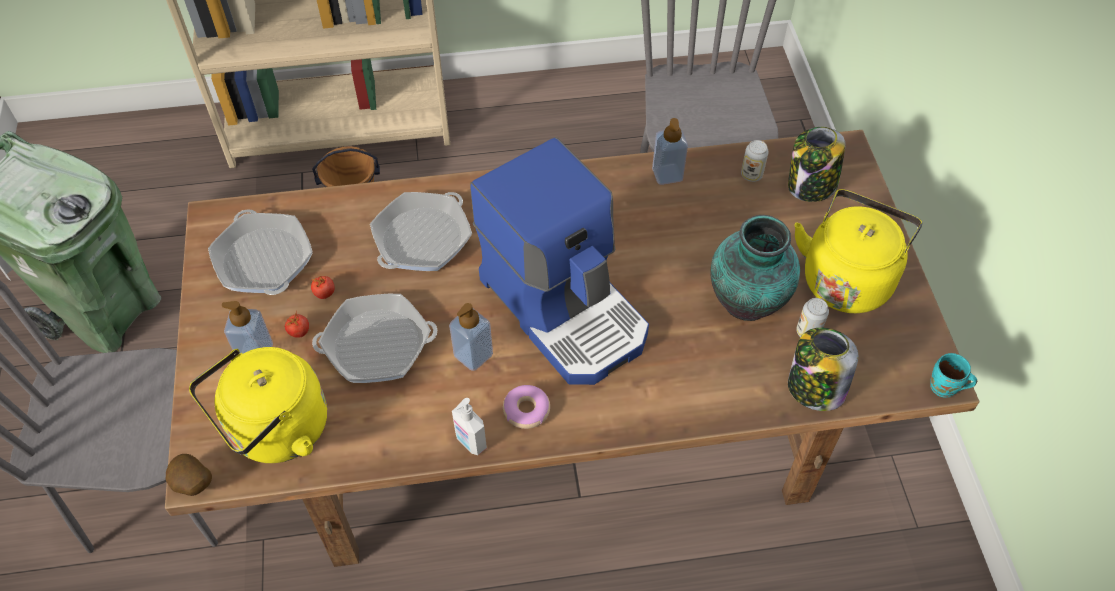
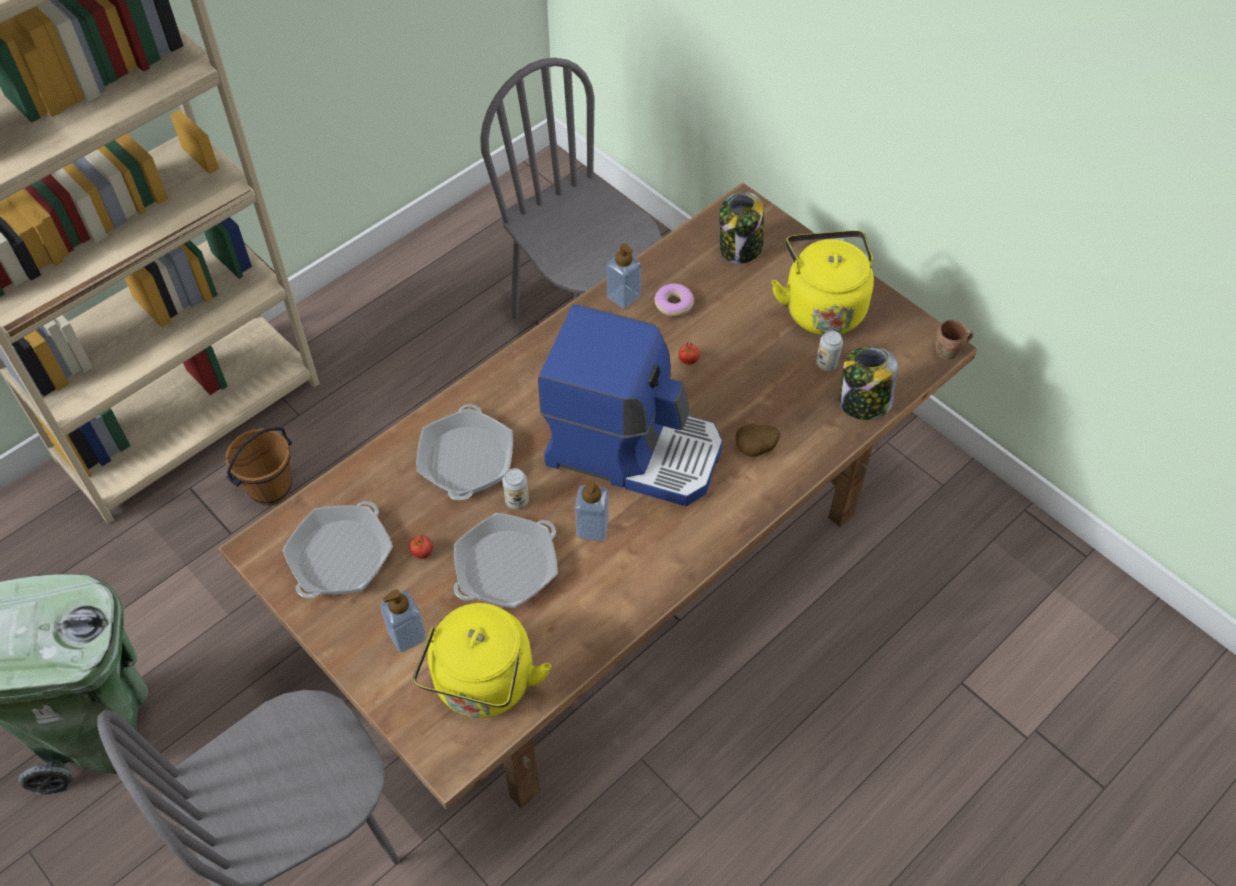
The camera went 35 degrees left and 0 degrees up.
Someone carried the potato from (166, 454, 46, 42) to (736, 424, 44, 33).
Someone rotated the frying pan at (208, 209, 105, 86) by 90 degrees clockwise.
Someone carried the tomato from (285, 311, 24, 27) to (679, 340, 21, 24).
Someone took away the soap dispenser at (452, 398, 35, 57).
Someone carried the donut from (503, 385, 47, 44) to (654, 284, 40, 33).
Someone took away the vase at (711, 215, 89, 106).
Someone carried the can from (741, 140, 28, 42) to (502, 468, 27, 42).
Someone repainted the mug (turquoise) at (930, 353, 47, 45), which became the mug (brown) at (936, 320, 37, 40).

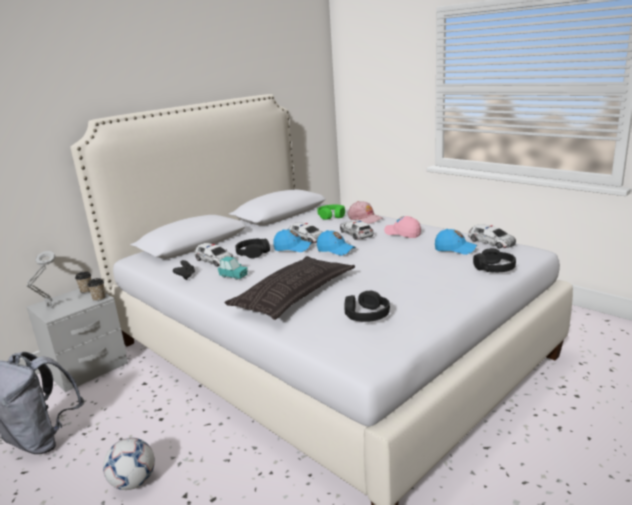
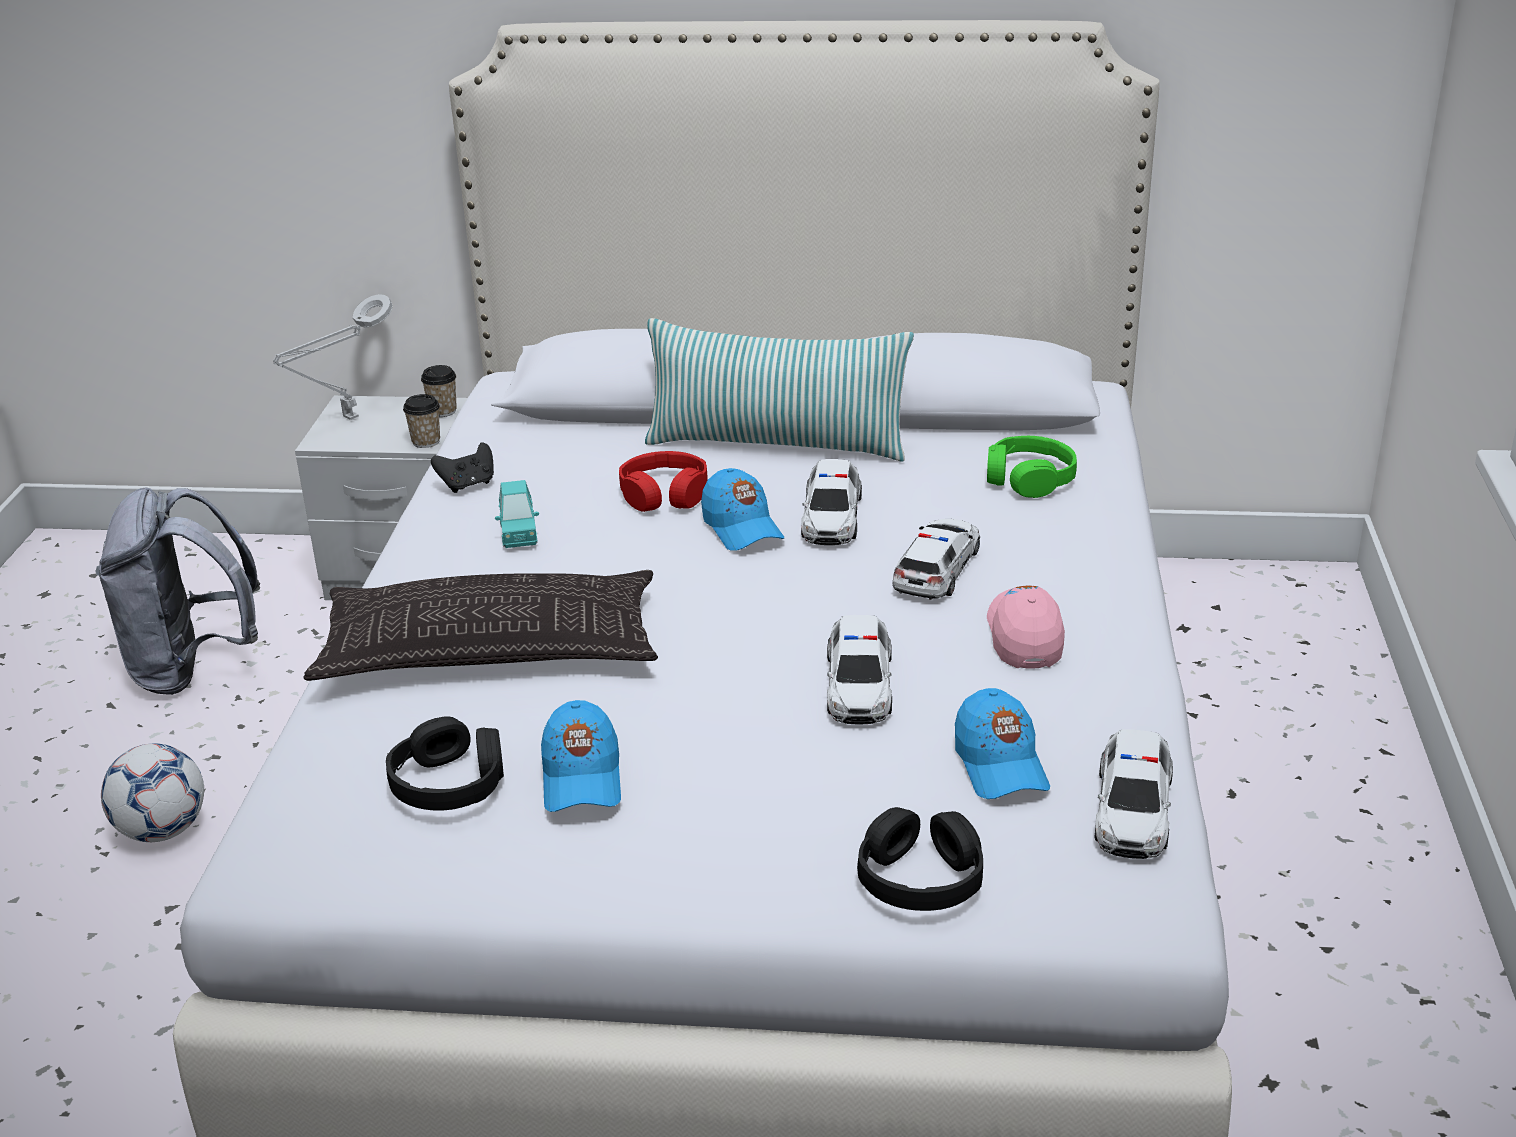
The camera went 50 degrees right and 10 degrees up.
Someone carried the toy car from (194, 243, 40, 24) to (827, 615, 65, 109).
Someone repainted the headphones (black) at (235, 239, 35, 19), which became the headphones (red) at (619, 451, 88, 61).
Someone carried the cap (blue) from (317, 230, 38, 26) to (541, 700, 80, 112).
Someone took away the cap (pink) at (348, 201, 35, 22).
Someone put down the pillow at (645, 318, 269, 144).

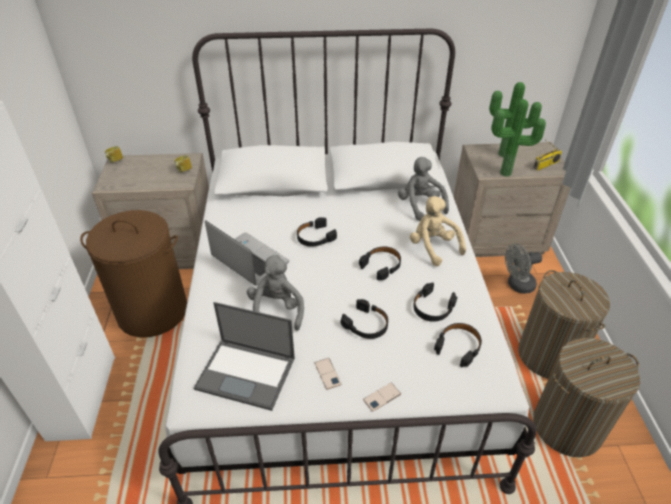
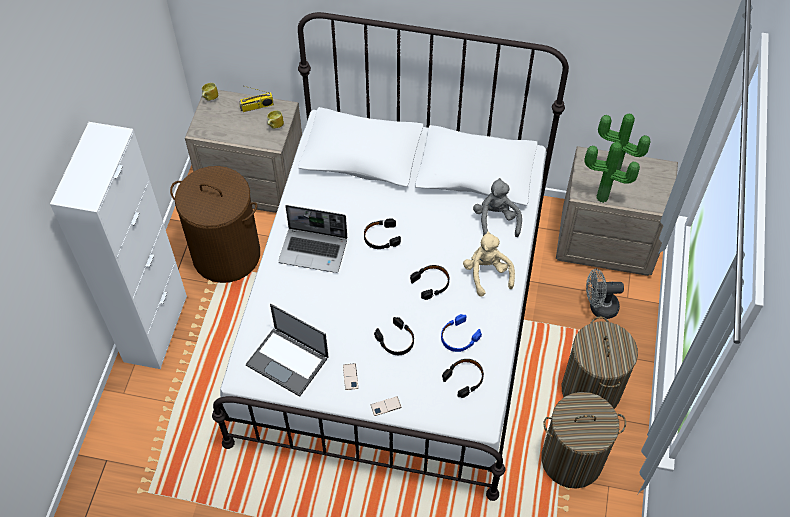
The camera went 15 degrees right and 15 degrees up.
Someone rotated the laptop at (205, 220, 84, 66) by 135 degrees clockwise.
Someone took away the plush toy (grey) at (247, 255, 57, 76).
Someone repainted the headphones (black) at (413, 282, 44, 40), which became the headphones (blue) at (441, 314, 41, 38).
Someone carried the radio from (533, 139, 29, 32) to (239, 86, 35, 26).

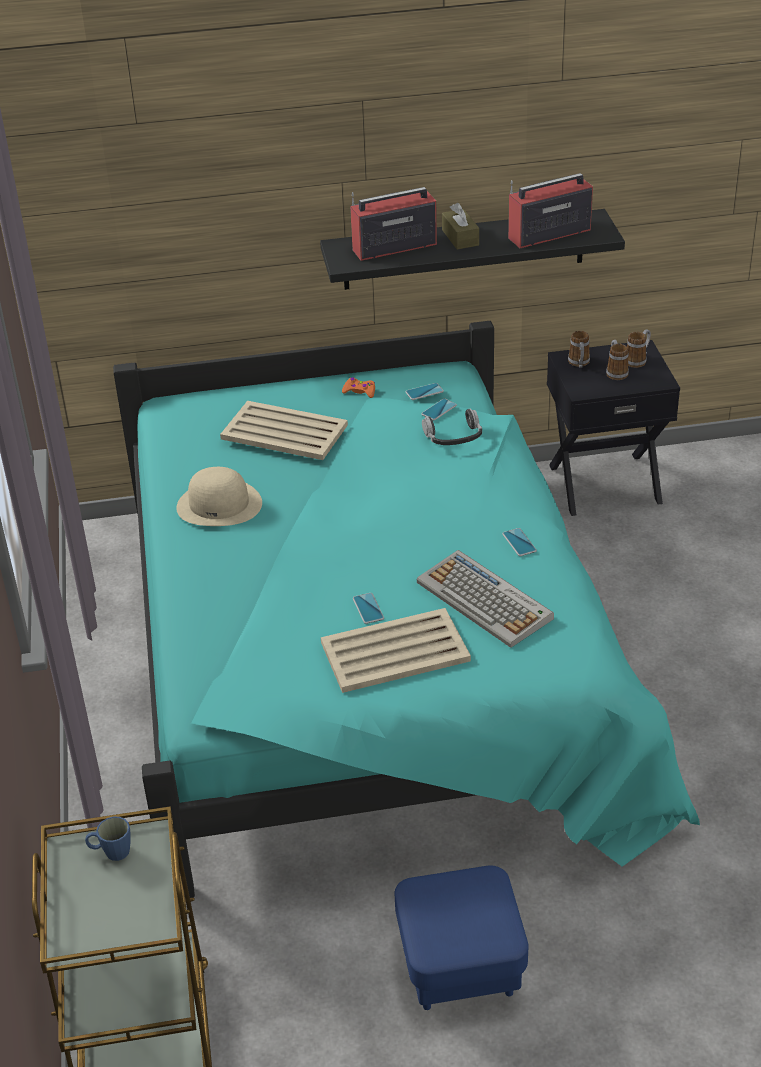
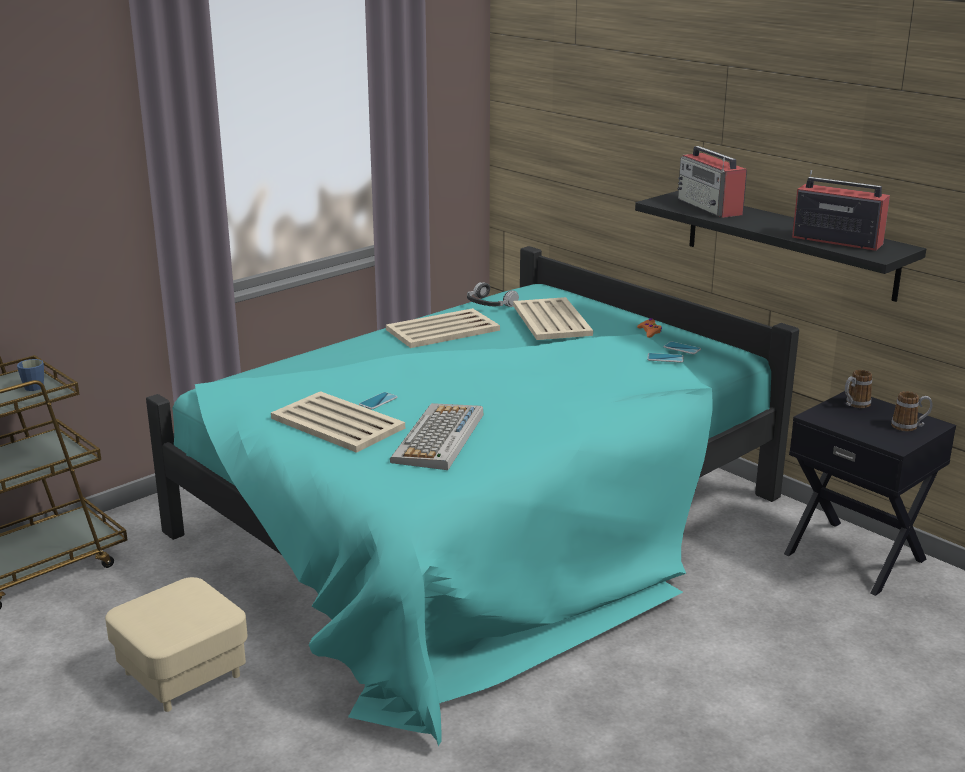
The camera went 55 degrees right and 15 degrees down.
Someone swapped the hat (beige) at (176, 467, 86, 59) for the tray (beige) at (386, 308, 114, 40).
Someone rotated the radio at (350, 187, 87, 74) by 150 degrees counterclockwise.
Someone repainted the ottoman (blue) at (395, 865, 134, 145), which became the ottoman (beige) at (105, 577, 143, 135).
Someone carried the headphones from (422, 409, 60, 36) to (467, 282, 52, 25).
Someone took away the tissue box (brown) at (442, 203, 37, 47).
Someone took away the phone at (502, 528, 35, 28).
Someone took away the mug at (606, 340, 23, 40).

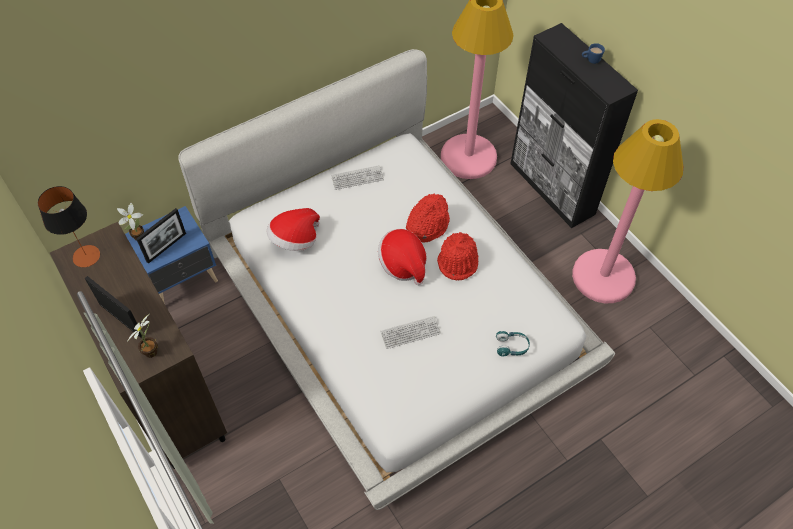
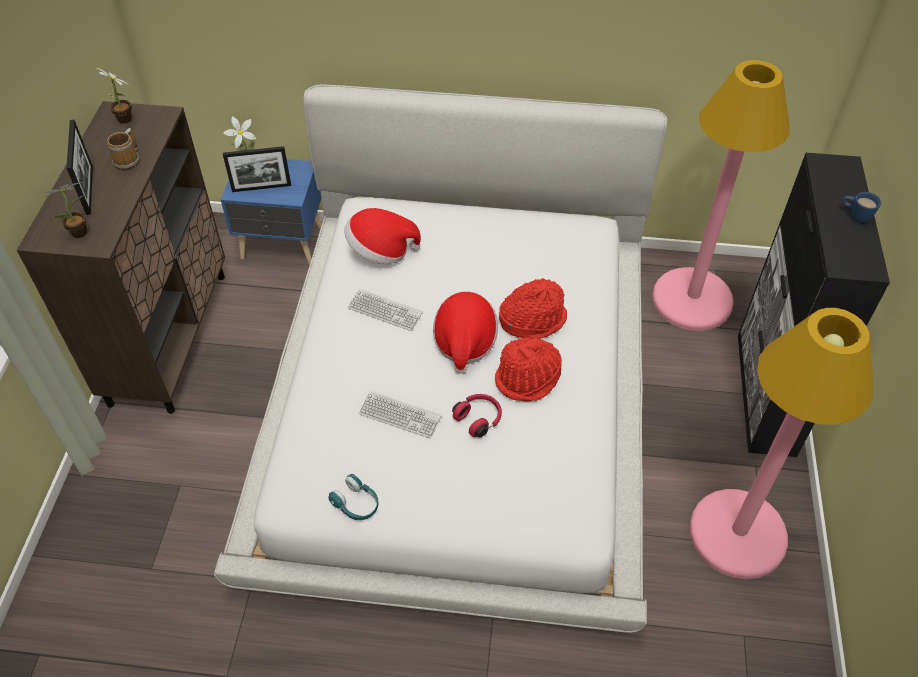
The camera went 40 degrees right and 5 degrees down.
Someone swapped the table lamp at (38, 186, 62, 81) for the potted plant at (94, 67, 38, 57).
Someone carried the keyboard from (331, 165, 53, 25) to (348, 289, 75, 42).
Someone carried the headphones (turquoise) from (496, 331, 34, 26) to (328, 474, 50, 46).
Someone put down the mug at (107, 128, 33, 43).
Someone put down the headphones (red) at (452, 394, 50, 43).

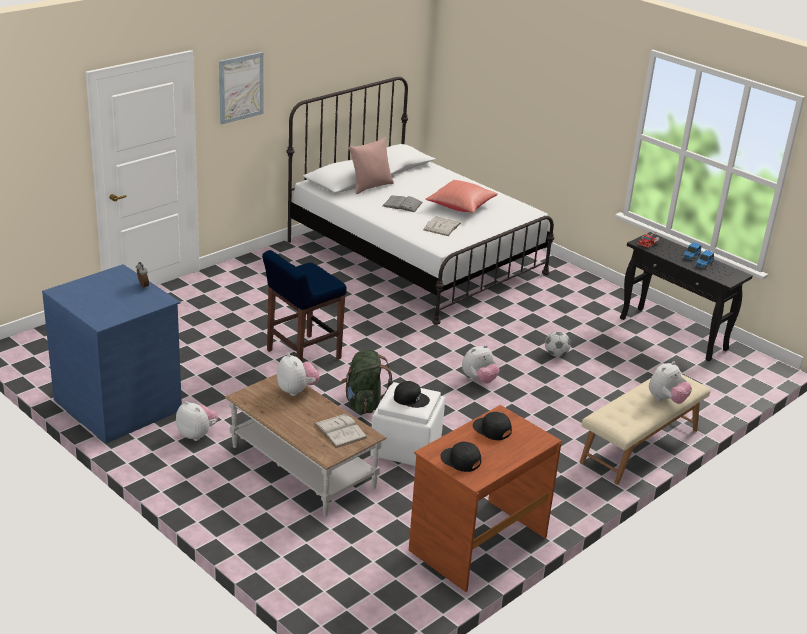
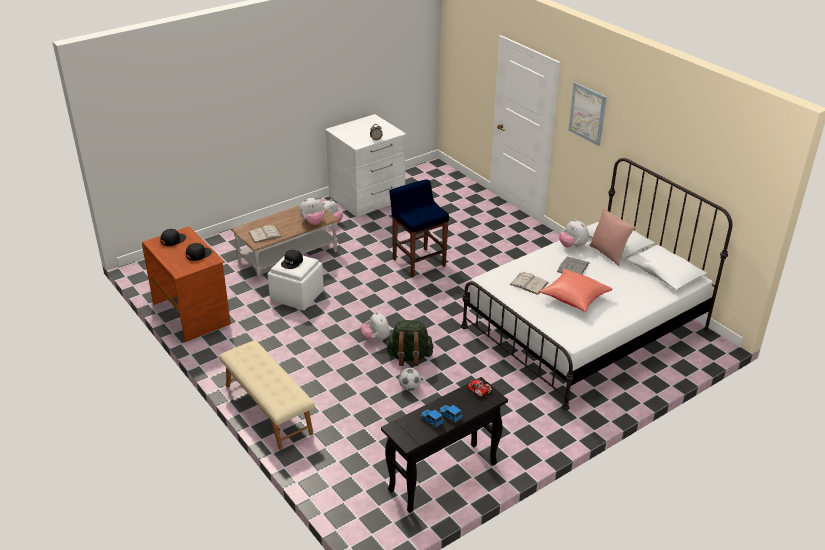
The camera went 100 degrees right and 5 degrees up.
Someone repainted the dresser (blue) at (42, 264, 140, 179), which became the dresser (white) at (325, 114, 81, 104).
Someone carried the backpack (green) from (341, 350, 52, 64) to (385, 320, 48, 46).
Someone carried the plush toy from (649, 361, 43, 43) to (559, 219, 30, 29).

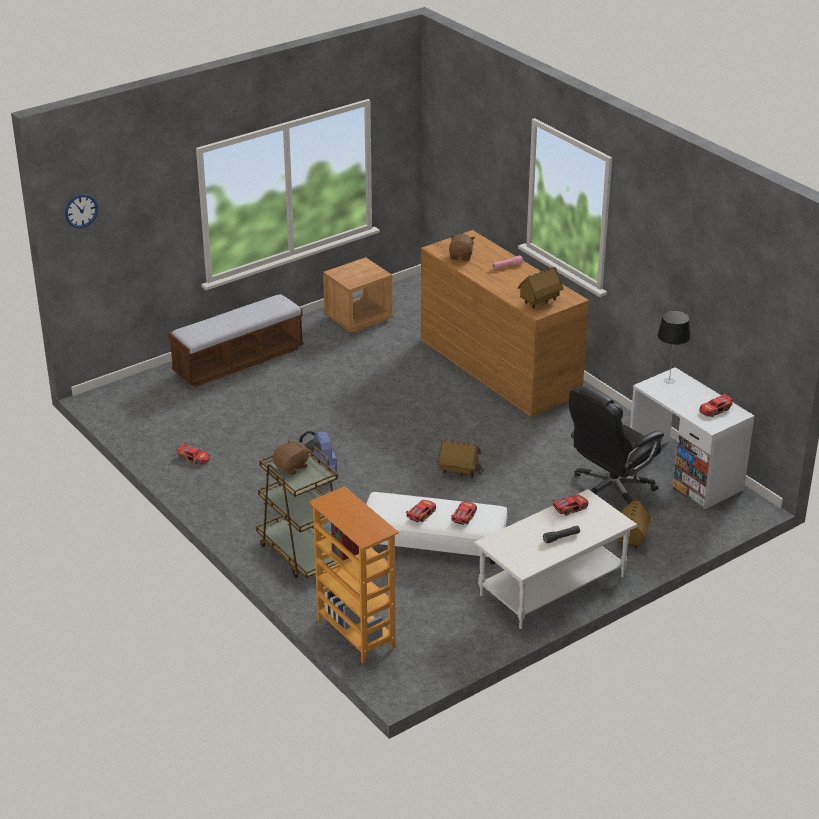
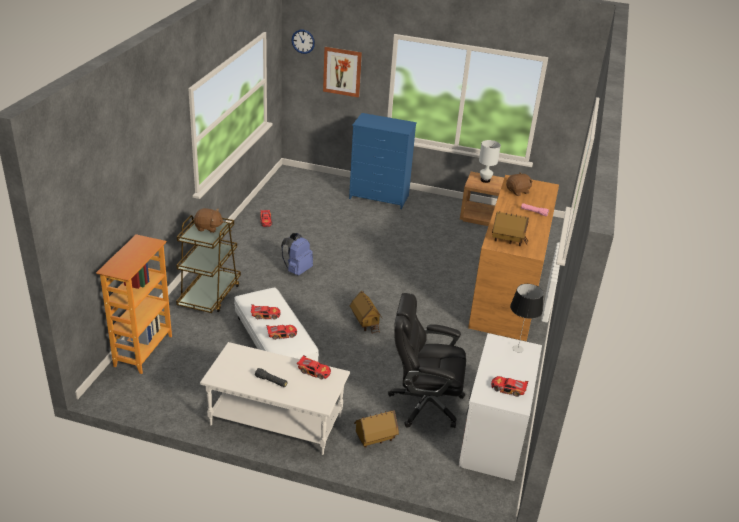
The camera went 50 degrees right and 0 degrees up.
Someone swapped the bench at (168, 294, 136, 93) for the dresser (blue) at (349, 113, 68, 96).
Someone put up the picture at (323, 47, 39, 51).
Someone put down the table lamp (white) at (479, 140, 22, 43).

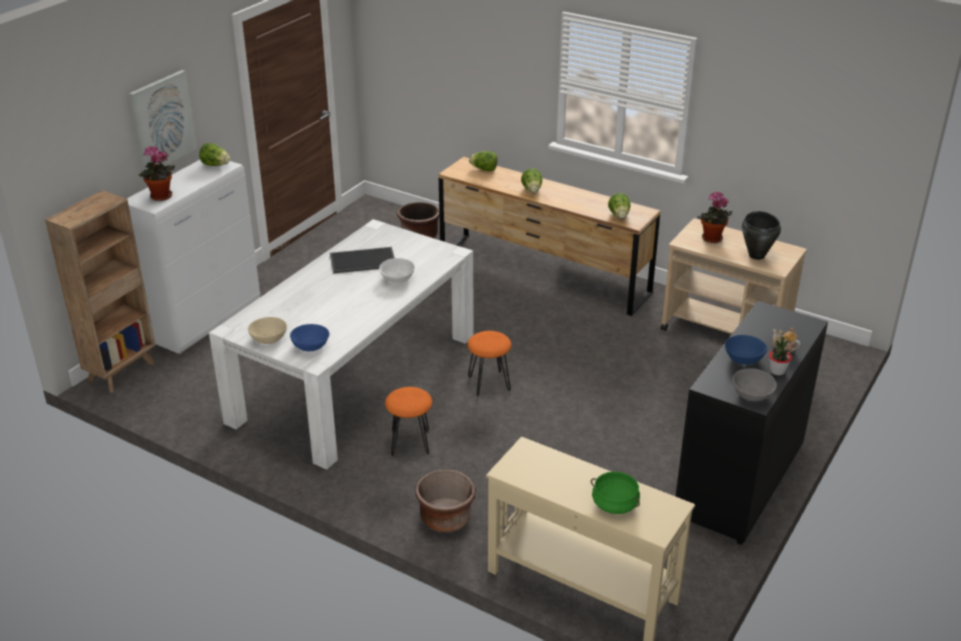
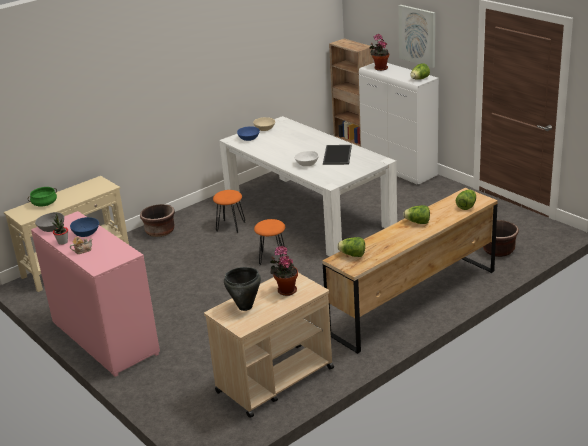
The camera went 110 degrees right and 5 degrees down.
Someone repainted the dresser (black) at (675, 301, 153, 244), which became the dresser (pink) at (31, 211, 129, 166).

